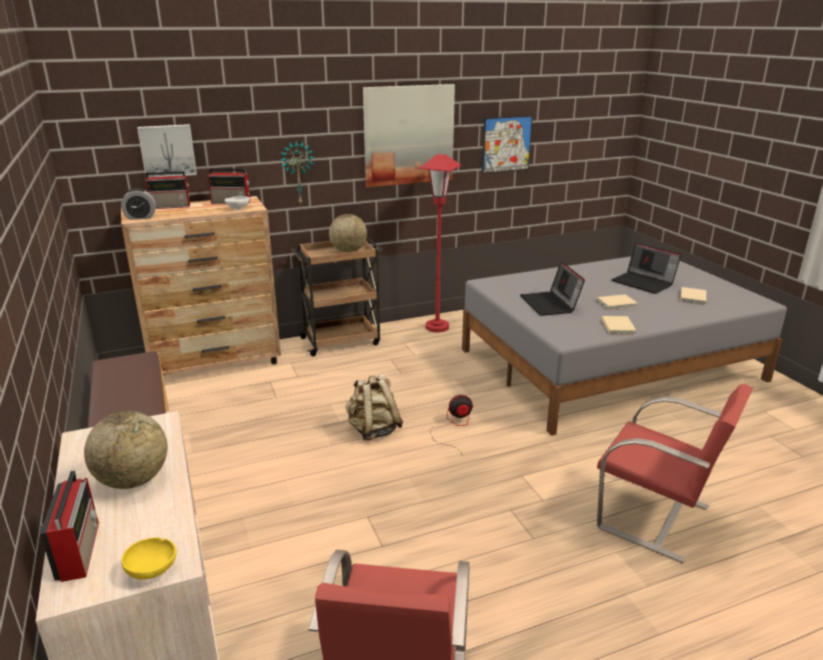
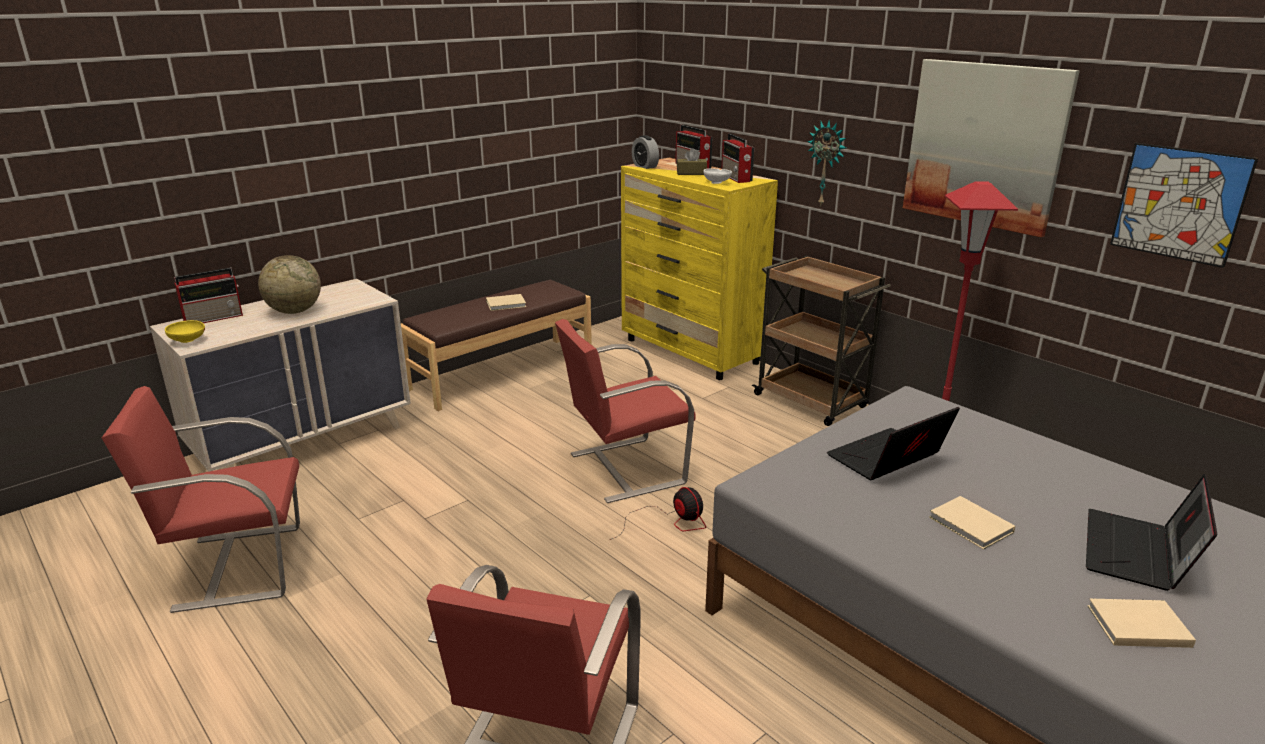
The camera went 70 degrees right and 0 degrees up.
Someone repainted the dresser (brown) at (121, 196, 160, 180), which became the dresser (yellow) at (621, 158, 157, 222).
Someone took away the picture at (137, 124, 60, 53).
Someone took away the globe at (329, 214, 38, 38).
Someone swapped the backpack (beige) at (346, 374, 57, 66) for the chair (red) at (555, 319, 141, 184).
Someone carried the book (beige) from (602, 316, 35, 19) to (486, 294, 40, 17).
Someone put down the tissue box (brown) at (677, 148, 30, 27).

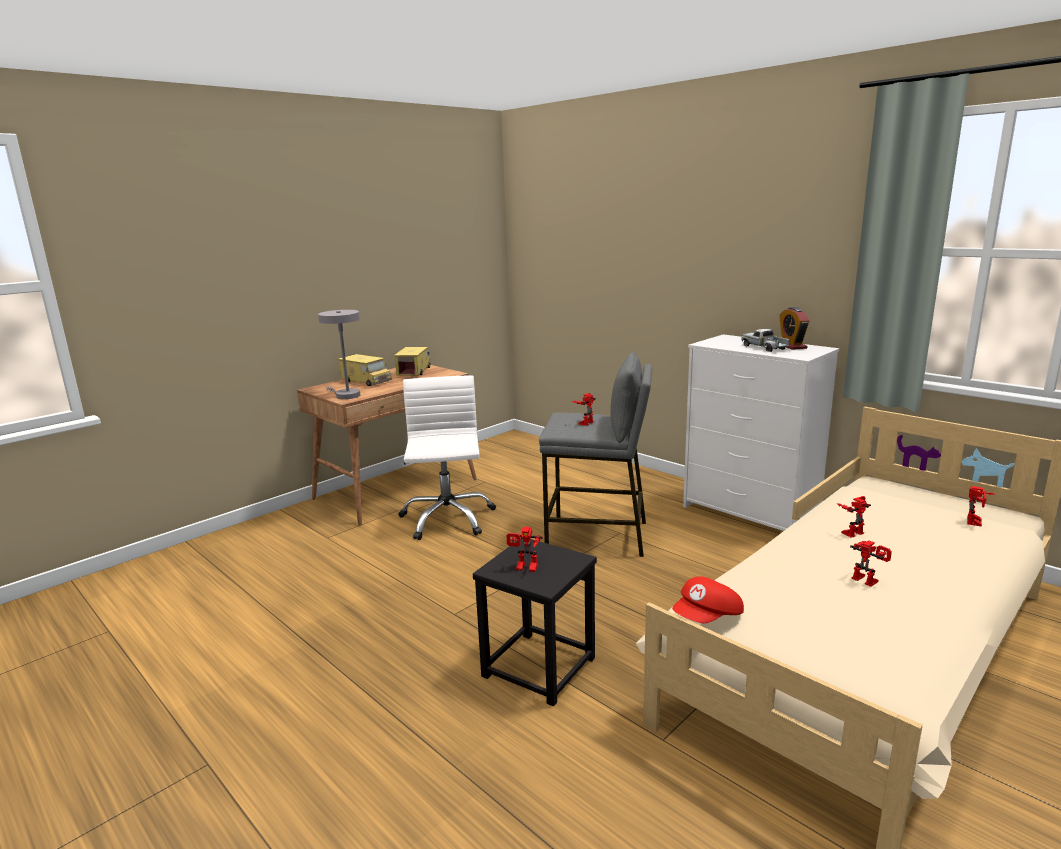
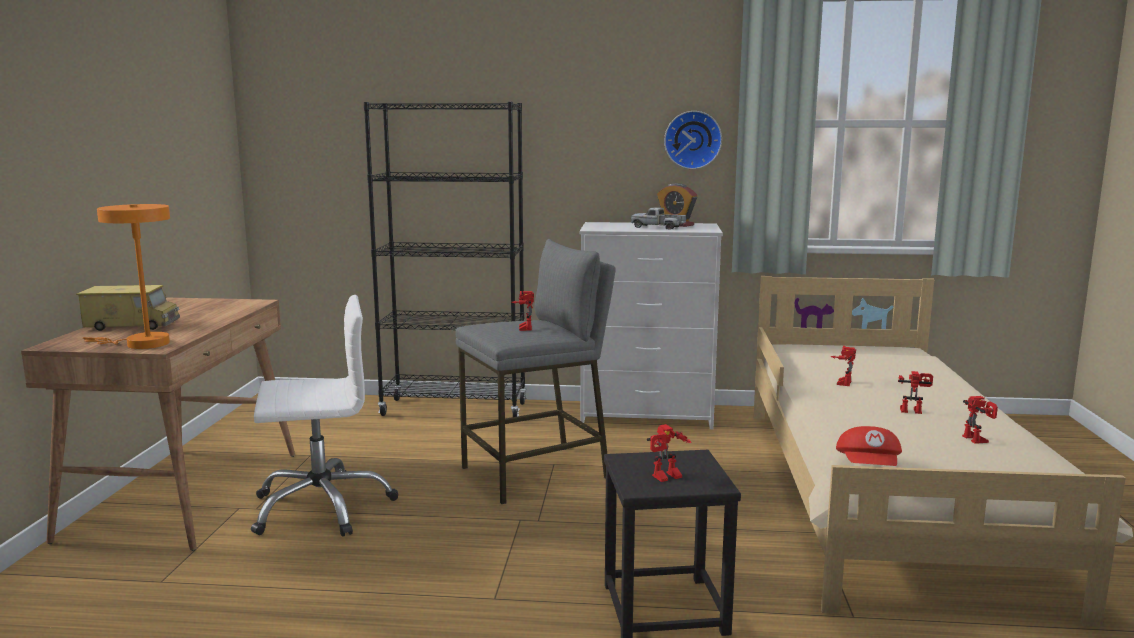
The camera went 40 degrees left and 5 degrees down.
Someone repainted the table lamp (grey) at (318, 310, 42, 89), which became the table lamp (orange) at (83, 204, 87, 145).
Someone took away the toy truck at (394, 347, 37, 28).
Someone rotated the office chair (white) at (398, 375, 98, 165) by 120 degrees clockwise.
Someone carried the toy robot from (967, 486, 28, 41) to (962, 396, 36, 48).
Someone put down the bookcase (black) at (364, 102, 163, 315).
Someone put up the wall clock at (664, 111, 58, 58).

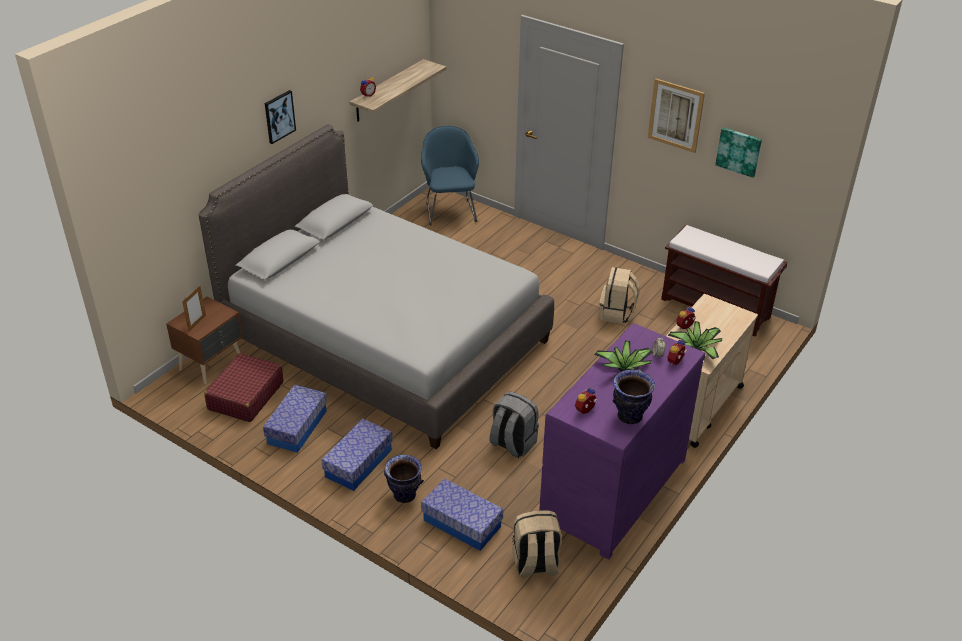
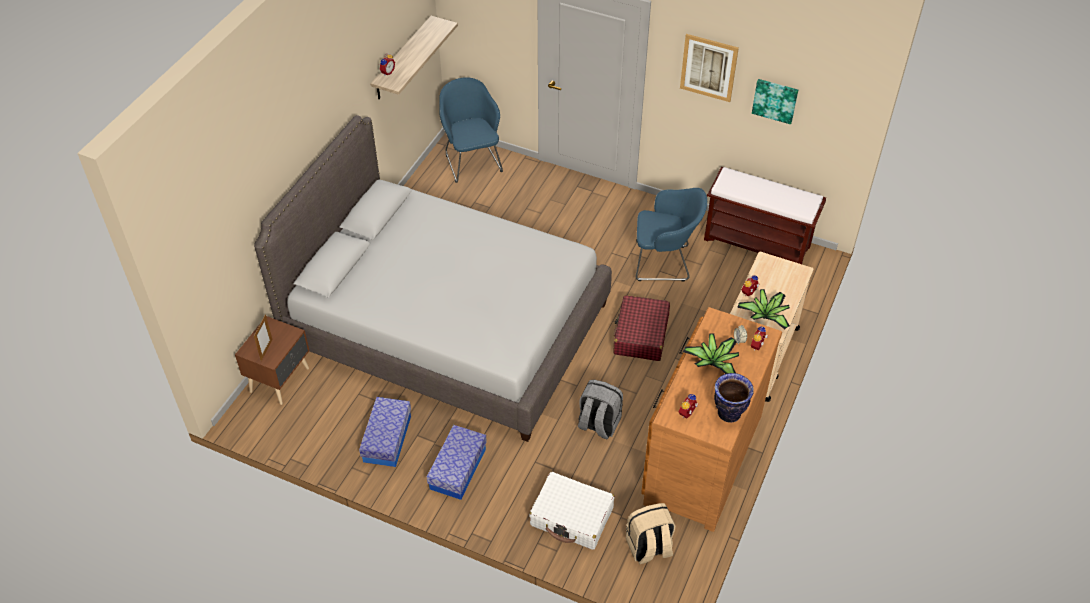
The camera went 10 degrees left and 10 degrees up.
Someone carried the suitcase (red) from (204, 353, 79, 69) to (613, 295, 57, 66).
Someone took away the picture at (265, 90, 31, 54).
Someone took away the vase at (384, 455, 40, 48).
Someone swapped the storage box at (421, 478, 82, 73) for the suitcase (white) at (529, 472, 85, 78).
Someone repainted the dresser (purple) at (539, 323, 166, 237), which became the dresser (brown) at (641, 307, 141, 225).
Someone swapped the backpack (beige) at (599, 267, 41, 57) for the armchair (blue) at (635, 188, 72, 94).

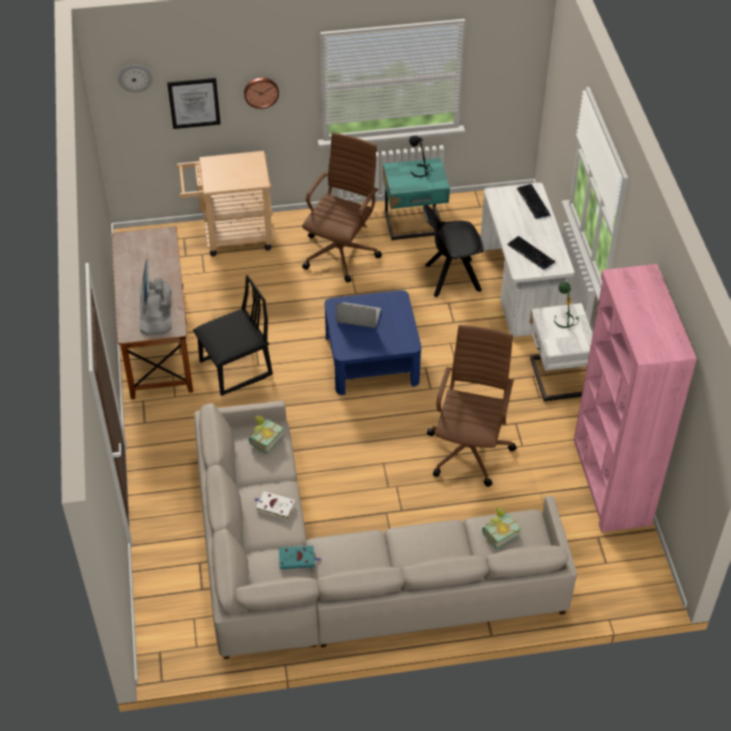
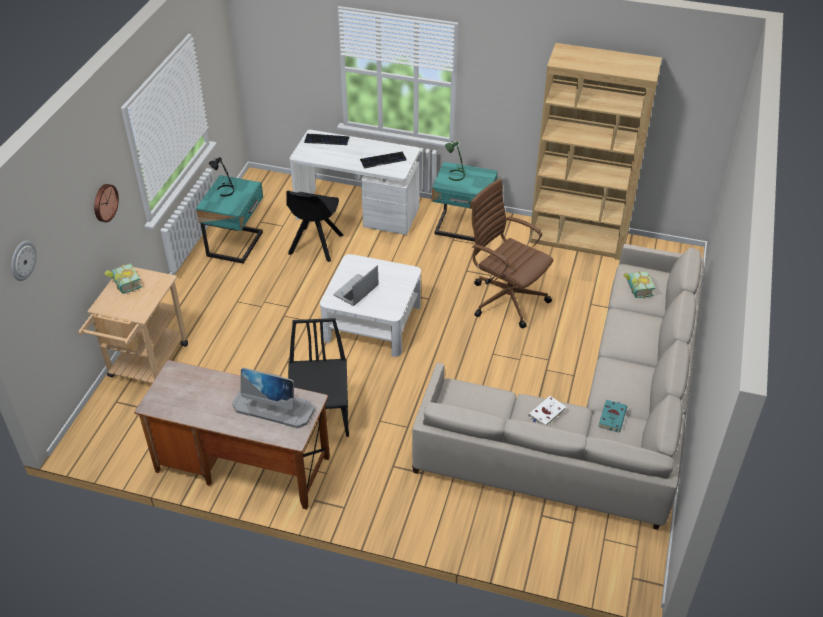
The camera went 65 degrees left and 5 degrees down.
Someone took away the picture at (167, 78, 54, 51).
Someone carried the book from (249, 416, 35, 38) to (104, 263, 38, 31).
Someone took away the office chair (brown) at (302, 133, 80, 150).
Someone repainted the coffee table (blue) at (324, 290, 97, 105), which became the coffee table (white) at (320, 254, 101, 103).
Someone repainted the nightstand (white) at (530, 303, 63, 99), which became the nightstand (turquoise) at (432, 162, 66, 80).
Someone repainted the bookcase (pink) at (574, 264, 123, 268), which became the bookcase (brown) at (529, 43, 133, 217).

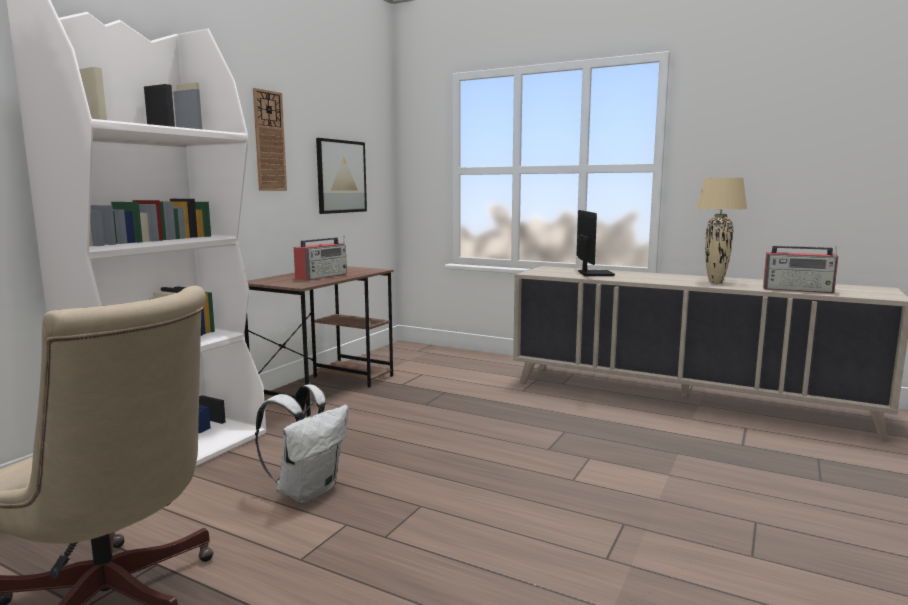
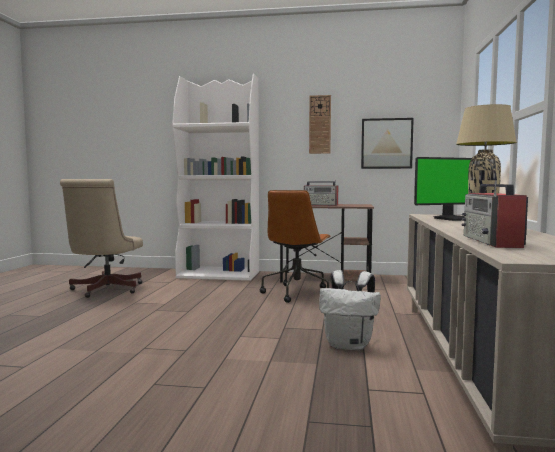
The camera went 70 degrees right and 5 degrees down.
Someone carried the backpack (white) from (255, 384, 94, 119) to (319, 270, 62, 80).
Someone put down the office chair (brown) at (260, 190, 71, 113).

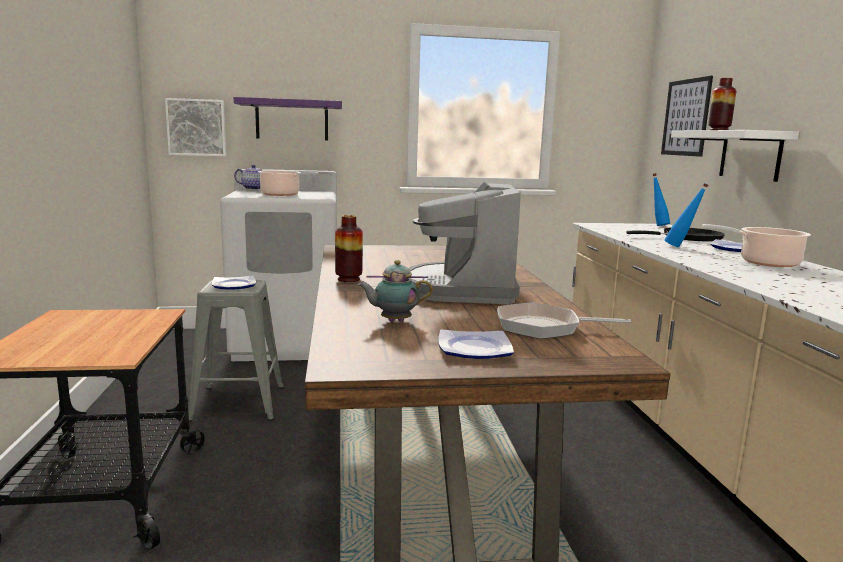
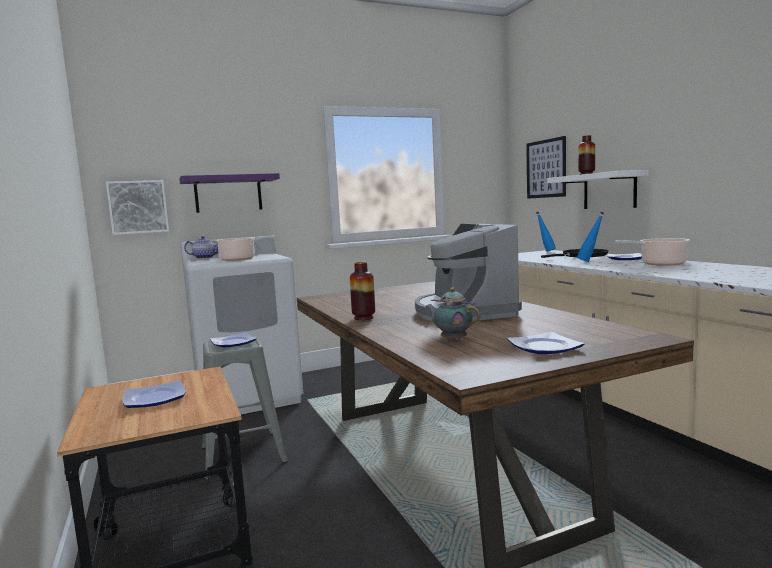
The camera went 15 degrees left and 5 degrees down.
Someone rotated the teapot at (358, 260, 75, 62) by 60 degrees clockwise.
Someone took away the frying pan at (497, 303, 134, 36).
Someone put down the plate at (123, 380, 62, 28).

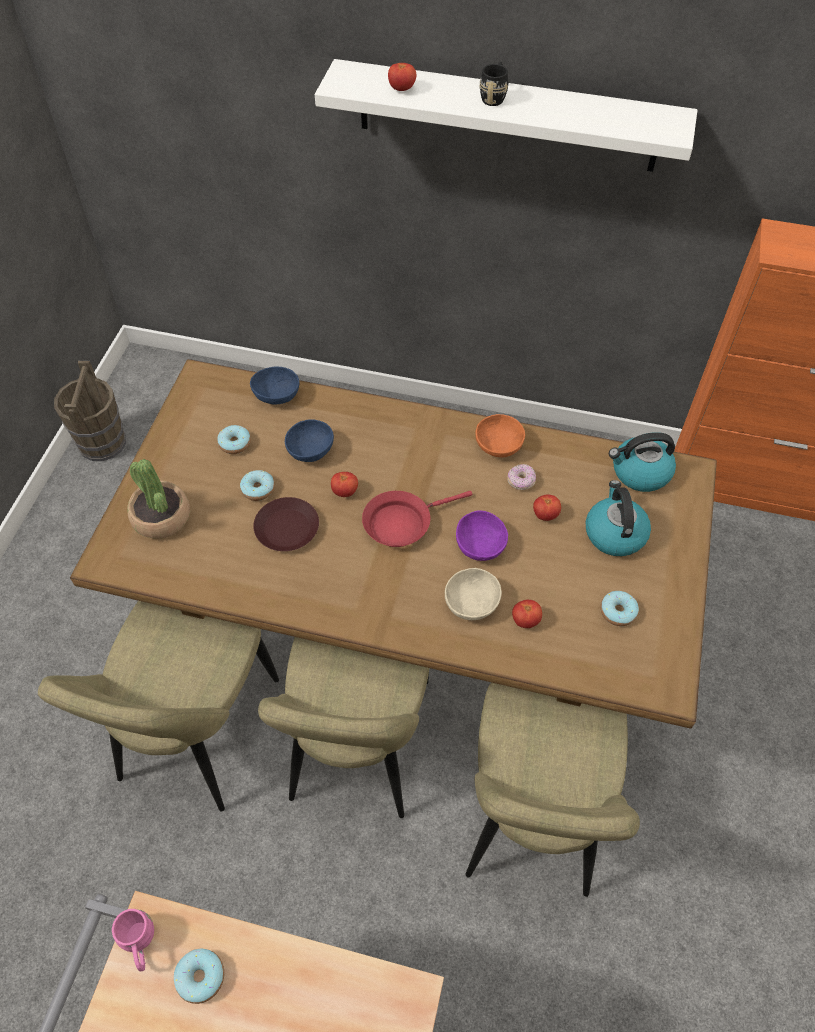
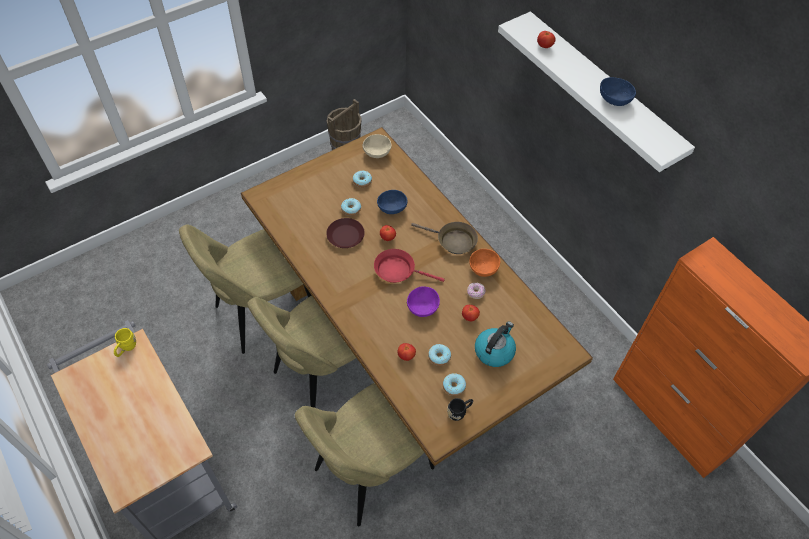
The camera went 40 degrees right and 0 degrees up.
Someone repainted the mug (pink) at (112, 909, 42, 63), which became the mug (yellow) at (114, 328, 22, 29).
Someone took away the potted plant at (127, 459, 63, 80).
Someone carried the donut from (174, 949, 50, 55) to (428, 344, 23, 22).
Someone carried the bowl (blue) from (250, 366, 50, 38) to (600, 77, 36, 29).
Someone carried the bowl (beige) from (445, 568, 57, 52) to (363, 134, 29, 24).
Someone carried the mug (black) from (480, 62, 28, 44) to (447, 398, 26, 23).
Someone took away the kettle at (609, 432, 67, 60).
Someone put down the frying pan (brown) at (411, 222, 67, 32).

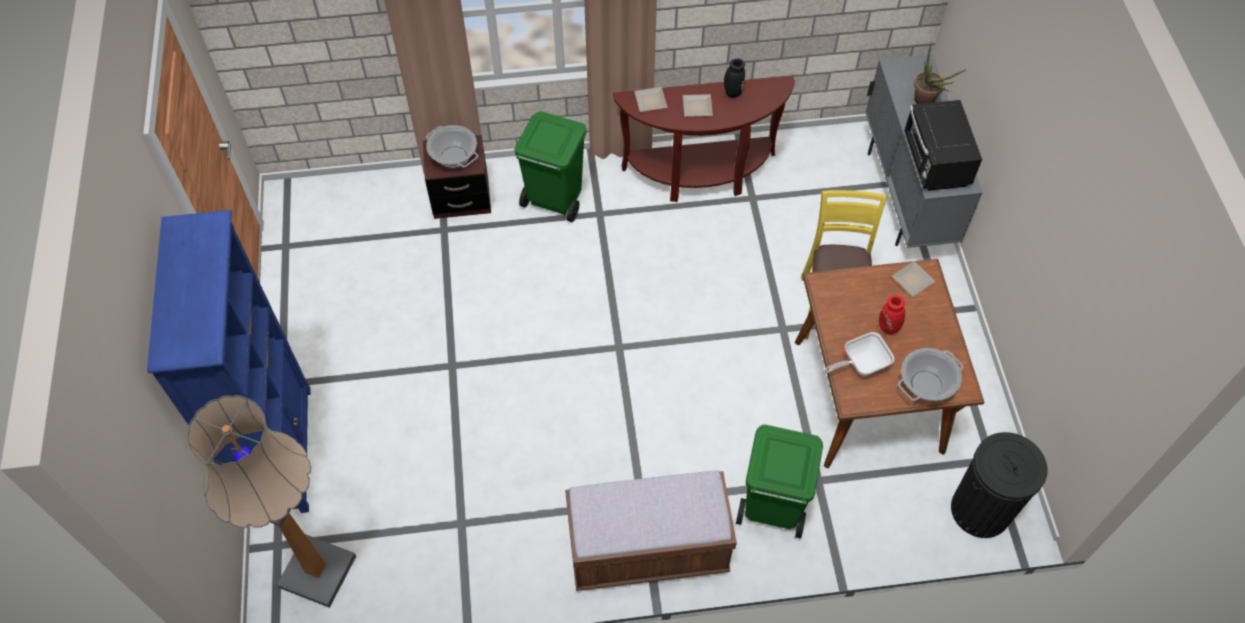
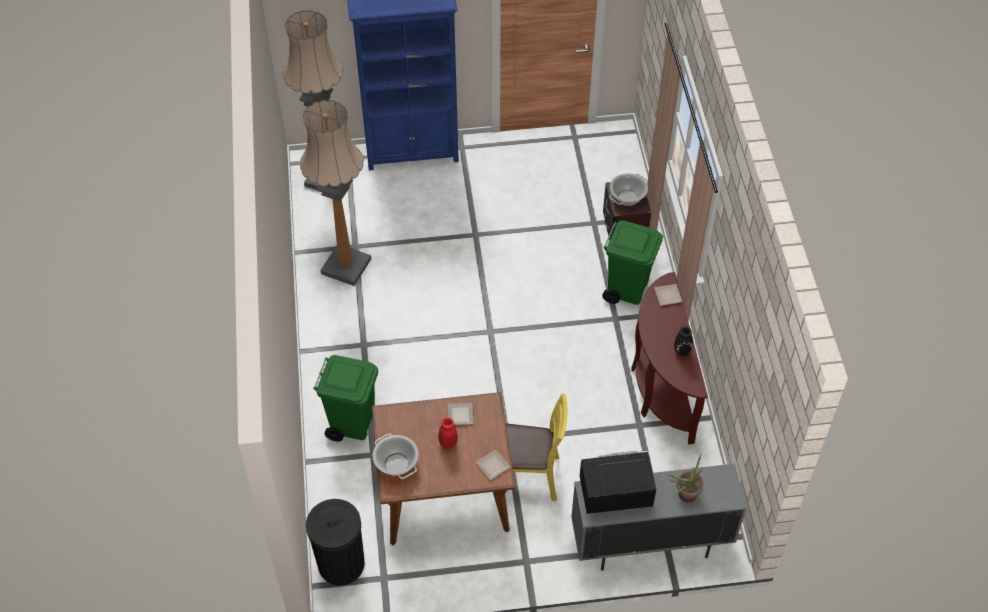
The camera went 90 degrees right and 5 degrees down.
Someone took away the bench (brown) at (565, 470, 172, 121).
Someone carried the plate from (683, 94, 30, 23) to (448, 403, 25, 22).
Someone took away the frying pan at (825, 332, 69, 44).
Someone put down the floor lamp at (300, 100, 71, 186).

